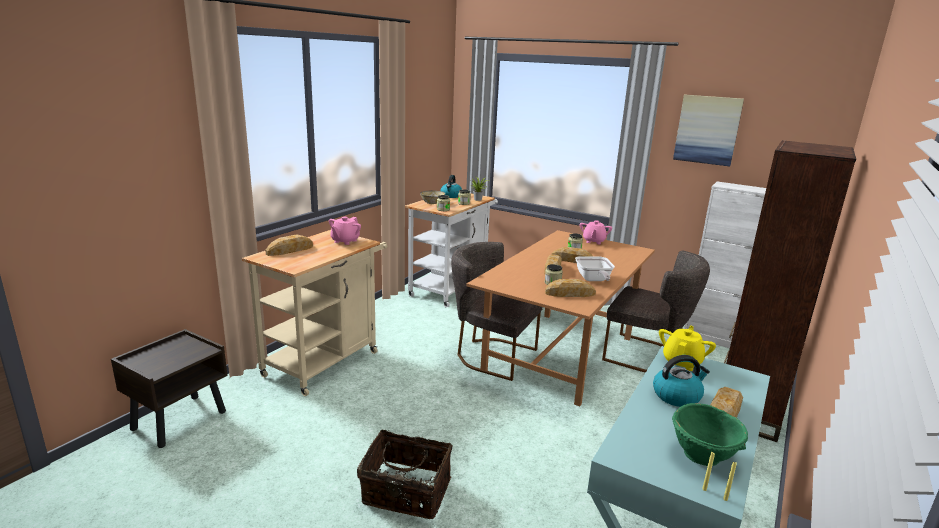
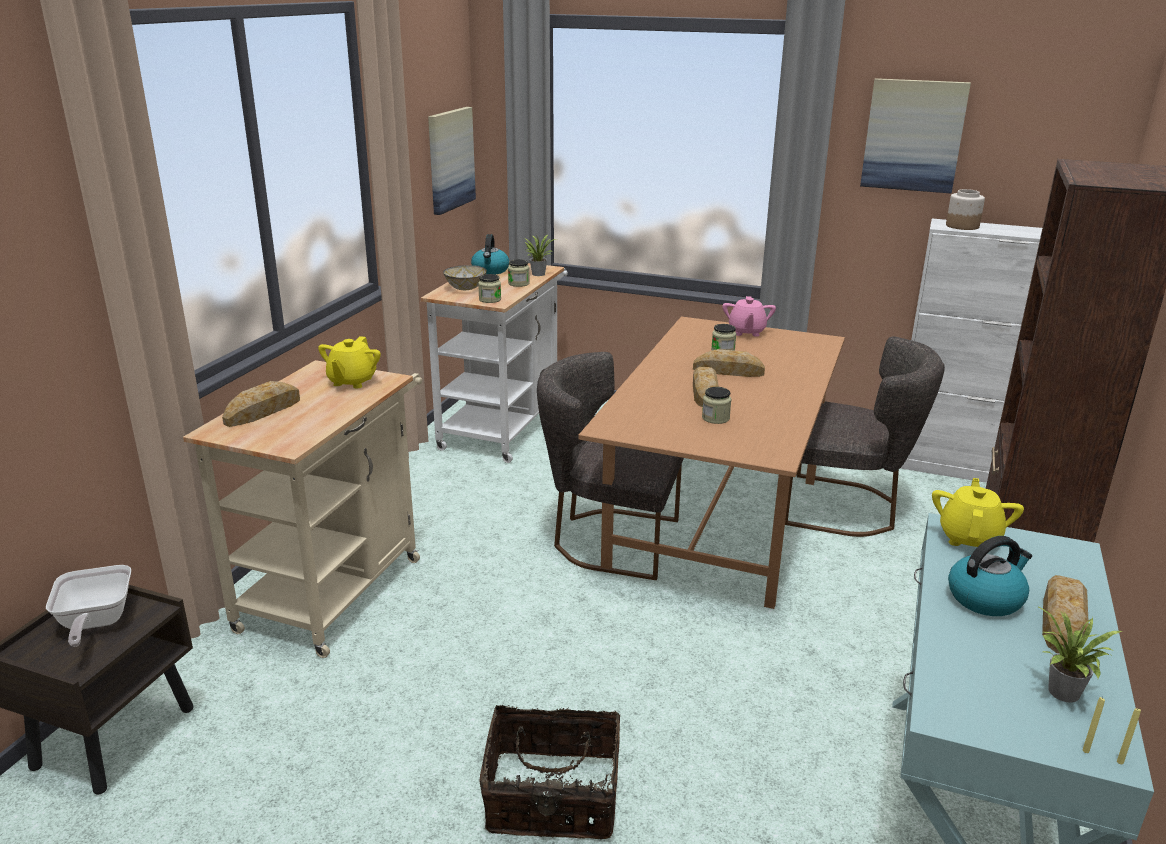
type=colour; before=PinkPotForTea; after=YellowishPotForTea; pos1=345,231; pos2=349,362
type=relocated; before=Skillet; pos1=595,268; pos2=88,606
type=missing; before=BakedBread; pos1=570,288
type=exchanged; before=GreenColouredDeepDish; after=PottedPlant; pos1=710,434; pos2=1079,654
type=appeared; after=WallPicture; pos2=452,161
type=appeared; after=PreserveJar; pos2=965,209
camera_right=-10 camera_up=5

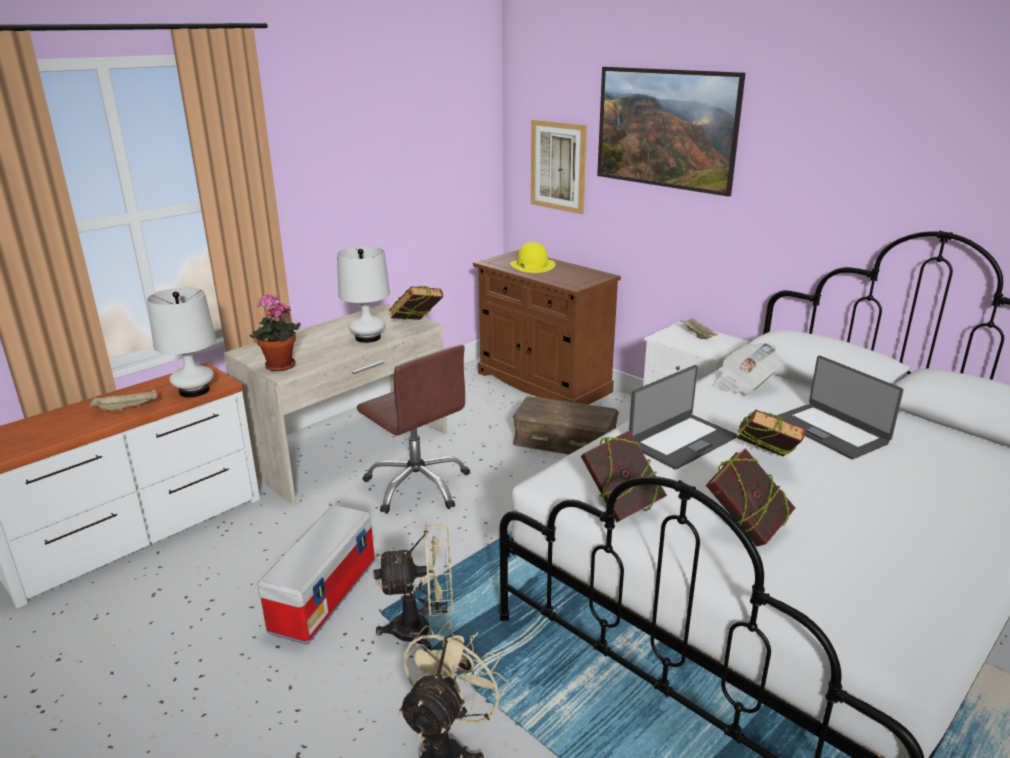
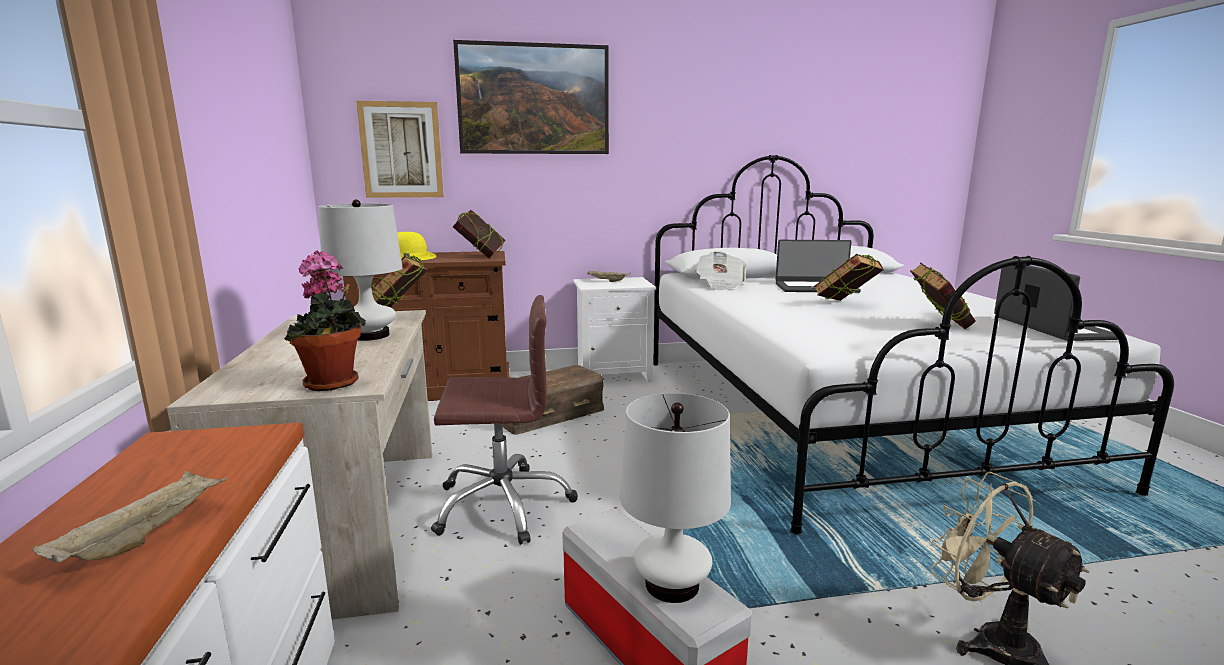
type=relocated; before=WhiteTableLamp; pos1=181,342; pos2=675,498
type=relocated; before=Laptop; pos1=683,417; pos2=1056,303
type=relocated; before=BoundBook; pos1=624,476; pos2=479,234
type=missing; before=SandColouredFan; pos1=413,588
camera_right=-55 camera_up=-10

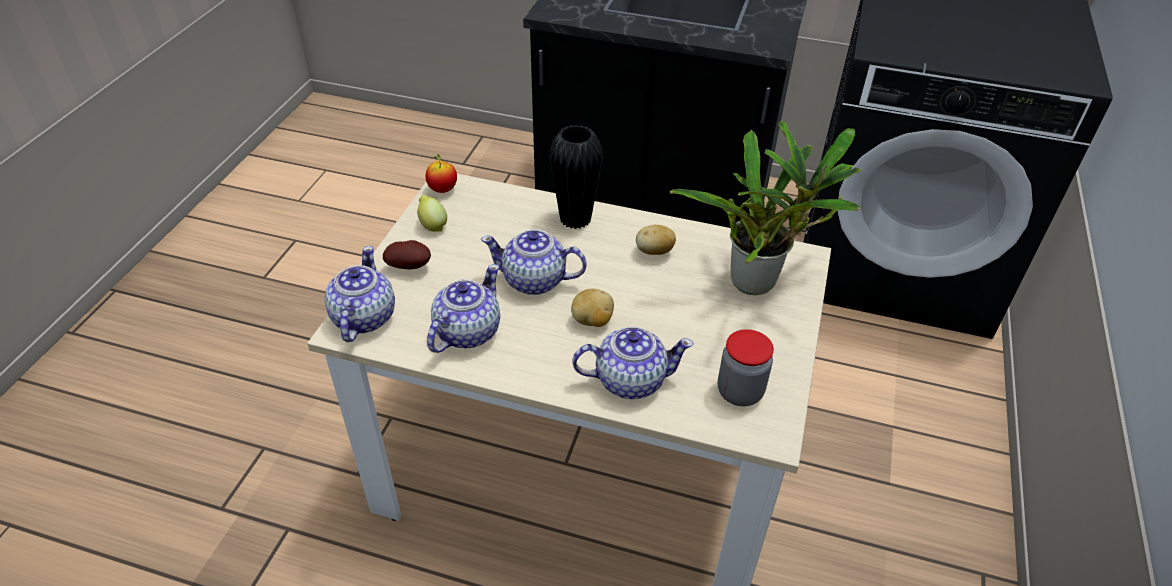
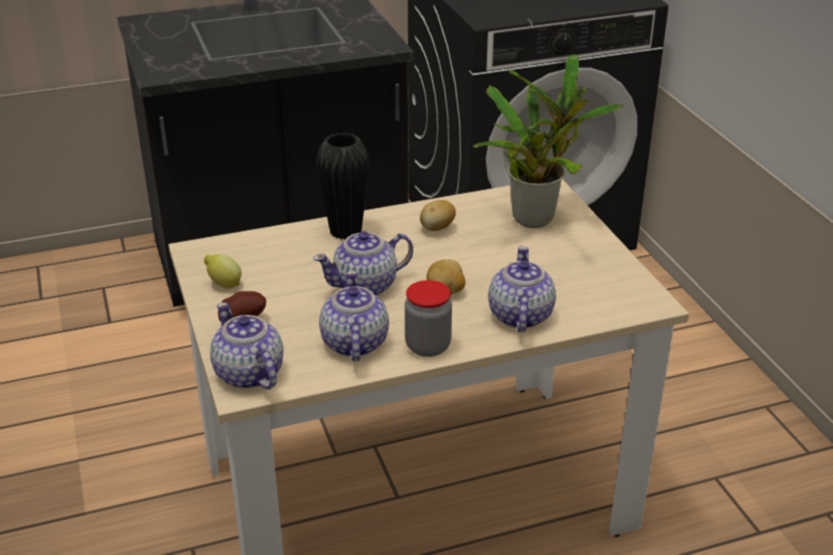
type=missing; before=WholeApple; pos1=441,173
type=spun; before=PotForTea; pos1=633,363; pos2=522,289; turn=-45
type=relocated; before=PreserveJar; pos1=746,367; pos2=428,318
camera_right=-35 camera_up=-10

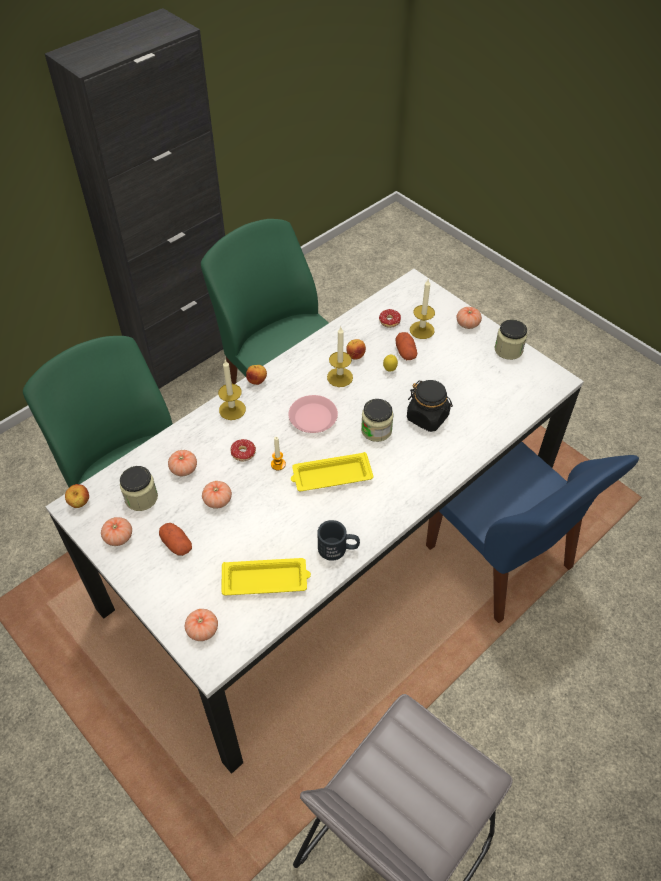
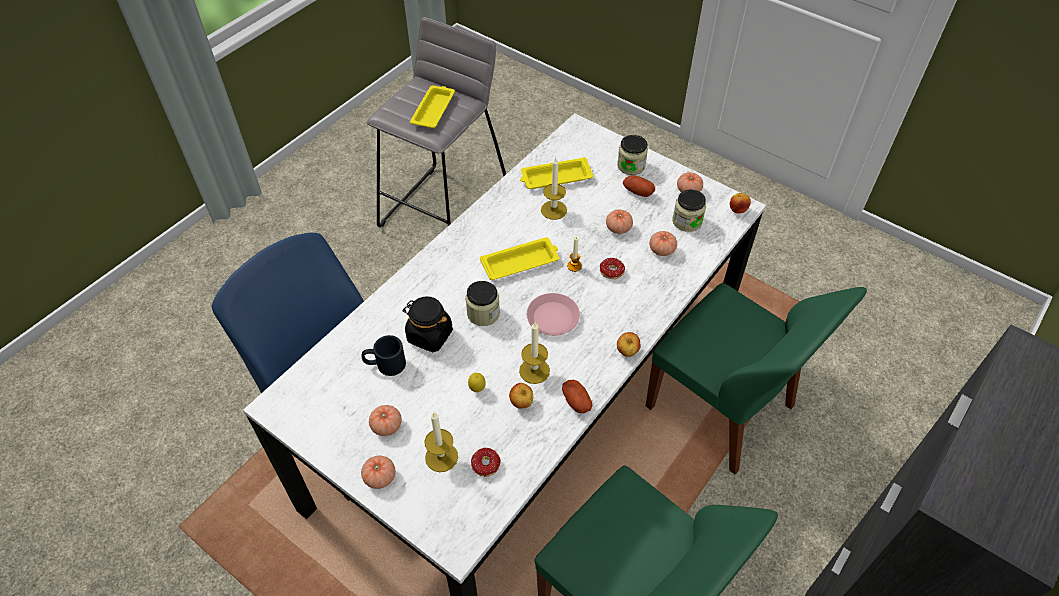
type=relocated; before=PreserveJar; pos1=511,340; pos2=632,155
type=relocated; before=WholePotato; pos1=406,346; pos2=577,396
type=relocated; before=WaxCandle; pos1=232,390; pos2=554,189
type=relocated; before=BlackishMug; pos1=338,540; pos2=383,355
type=relocated; before=WholeTomato; pos1=201,625; pos2=385,420
type=appeared; after=YellowishServingTray; pos2=432,106
camera_right=170 camera_up=0

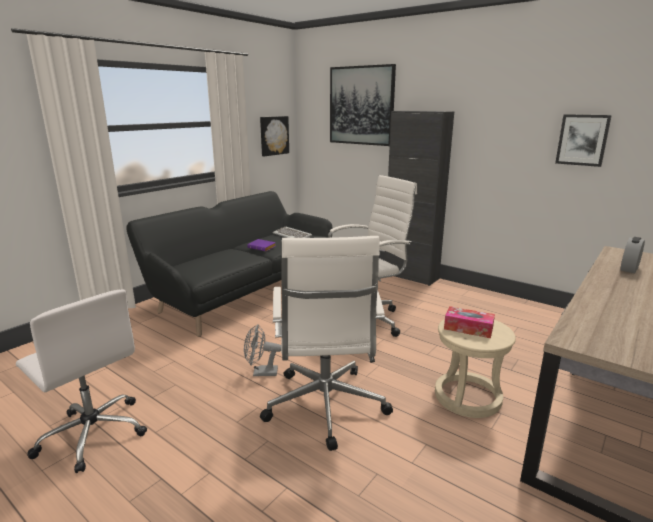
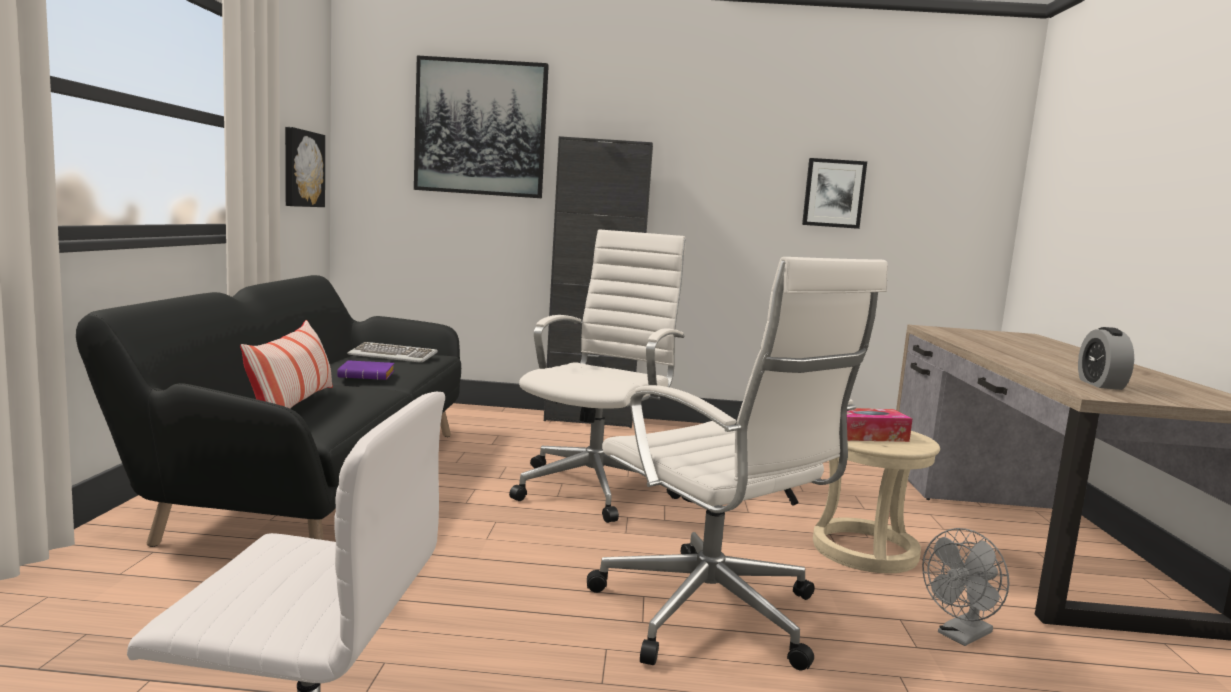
type=relocated; before=BedsideClock; pos1=632,255; pos2=1106,358
type=relocated; before=GreyFan; pos1=262,350; pos2=965,587
type=appeared; after=Pillow; pos2=286,364
camera_right=-35 camera_up=-10

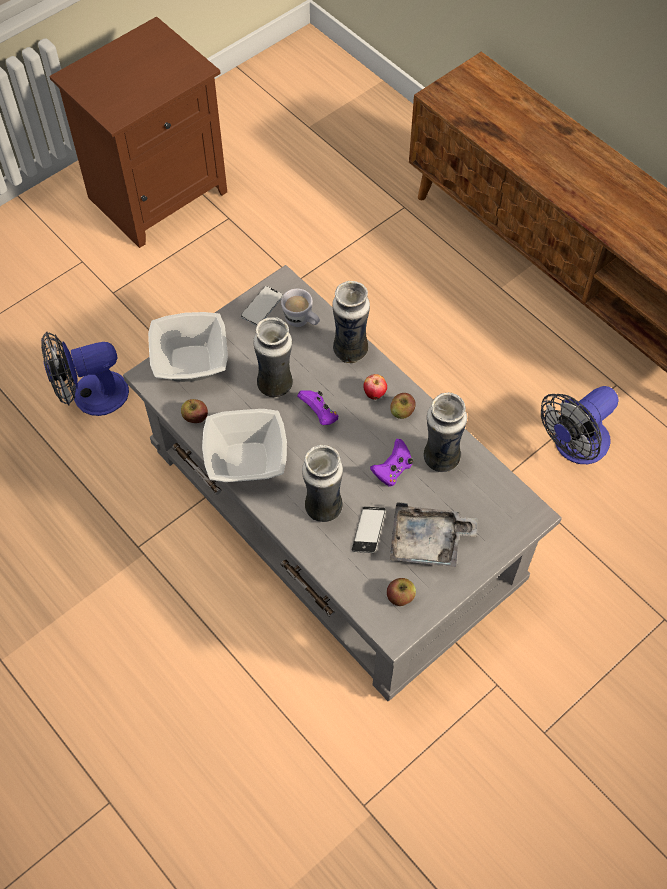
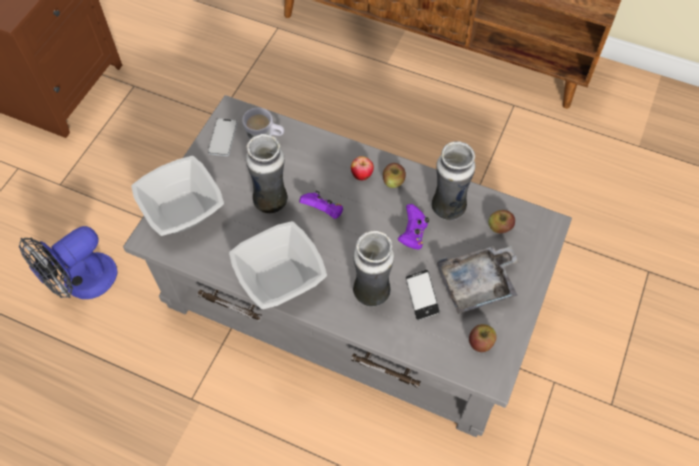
type=missing; before=FlowerVase; pos1=351,322
type=missing; before=Fan; pos1=580,425
type=relocated; before=WholeApple; pos1=194,411; pos2=502,221
camera_right=-25 camera_up=0

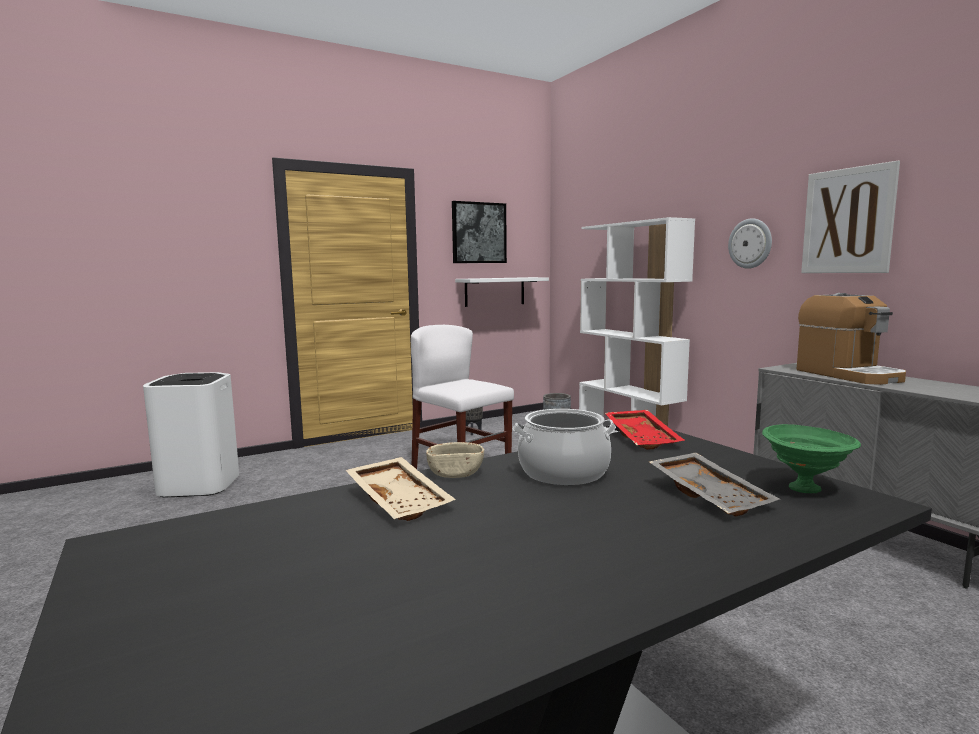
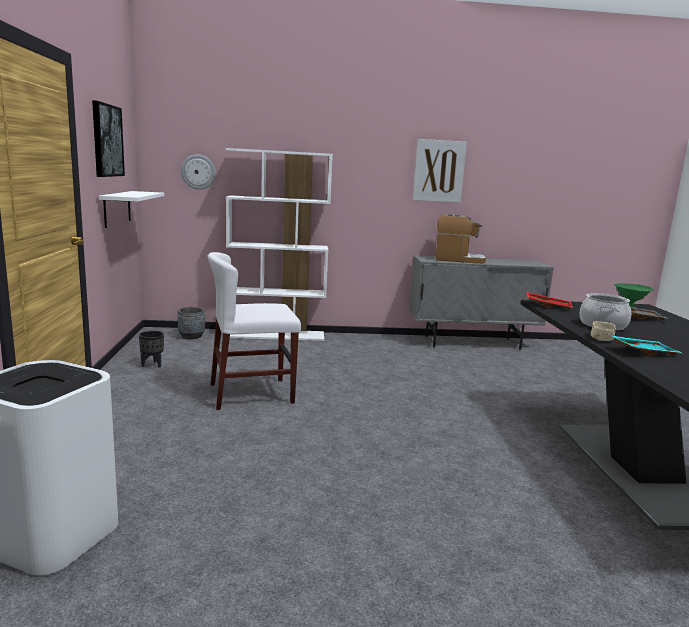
type=relocated; before=ClockOnTheWall; pos1=750,243; pos2=198,172
type=colour; before=SandColouredServingTray; after=TurquoiseColouredServingTray; pos1=400,489; pos2=646,345
camera_right=-65 camera_up=5

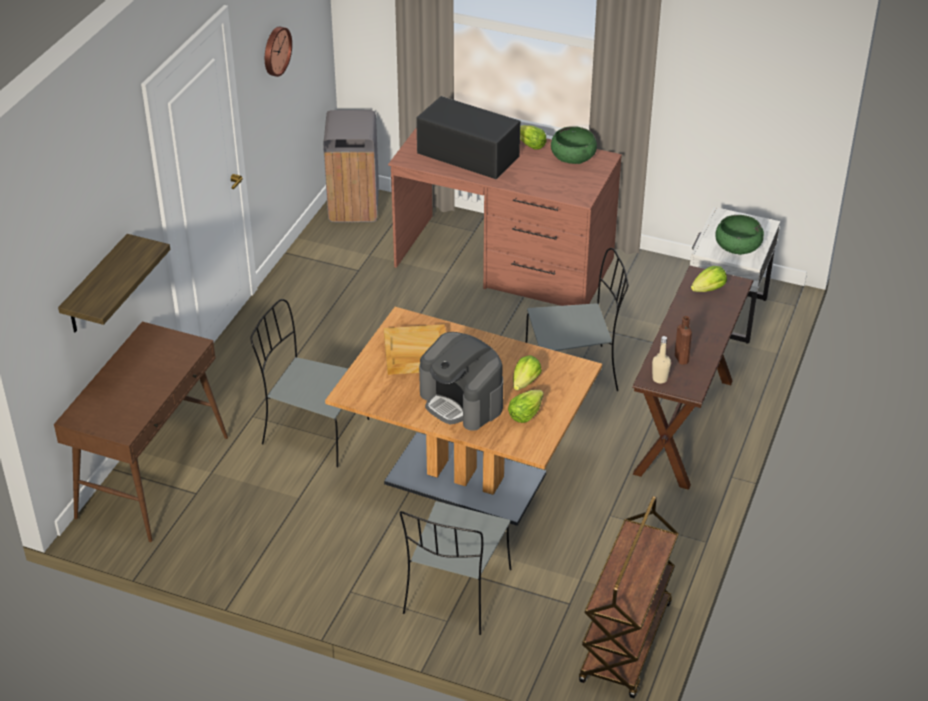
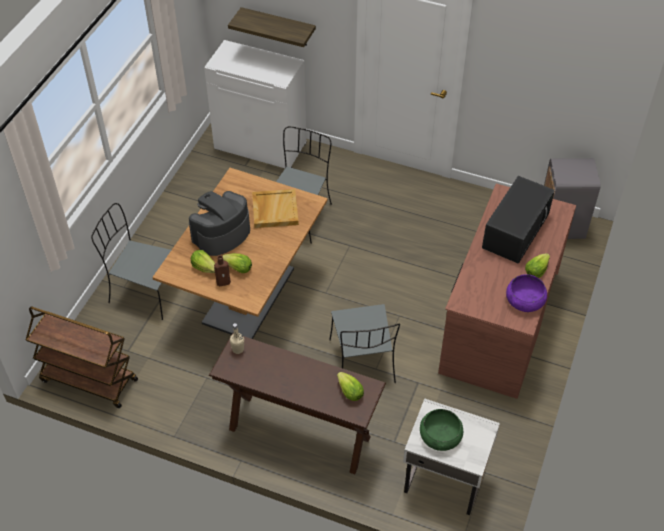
type=missing; before=ClockOnTheWall; pos1=278,52
type=colour; before=GreenColouredDeepDish; after=PurpleDeepDish; pos1=574,145; pos2=526,293
type=relocated; before=BrownColouredDrinkBottle; pos1=683,340; pos2=222,270
type=exchanged; before=BrownColouredHallTable; after=WhiteCabinet; pos1=141,432; pos2=255,104
camera_right=90 camera_up=10

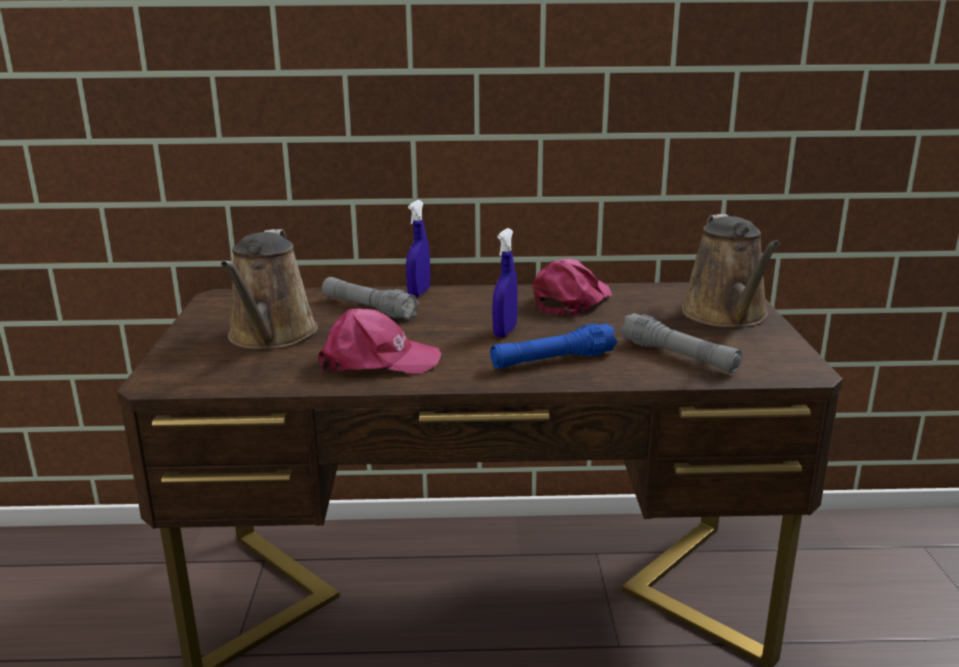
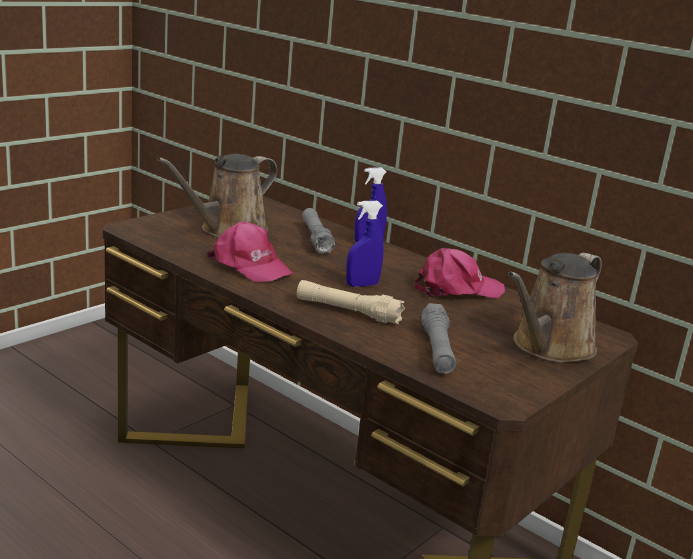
type=colour; before=BlueColouredTorch; after=SandColouredTorch; pos1=553,346; pos2=351,302
camera_right=40 camera_up=0

